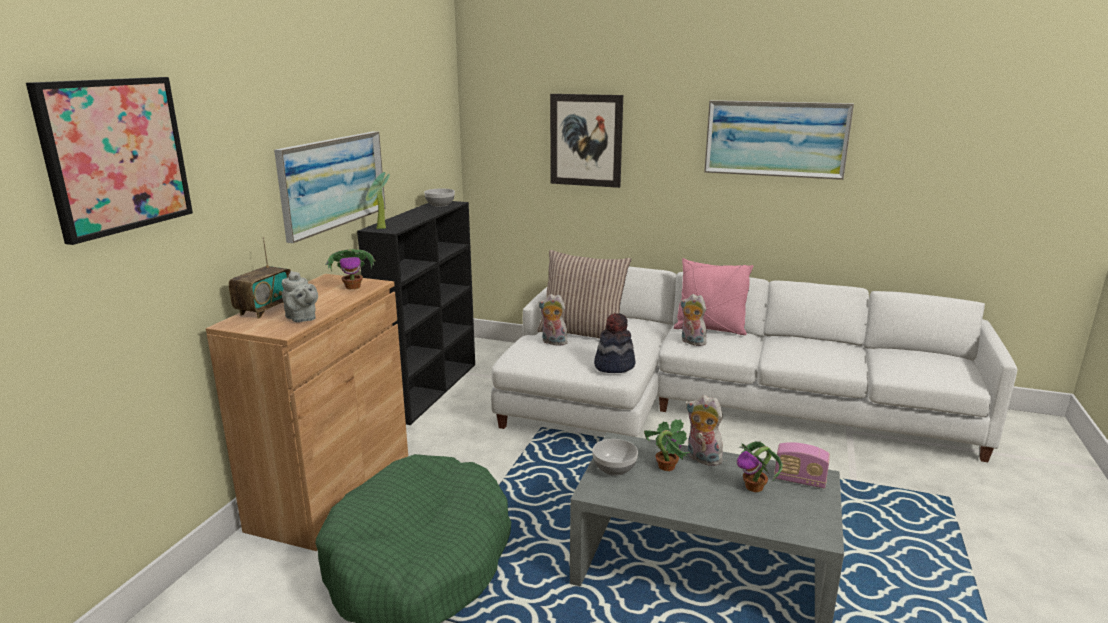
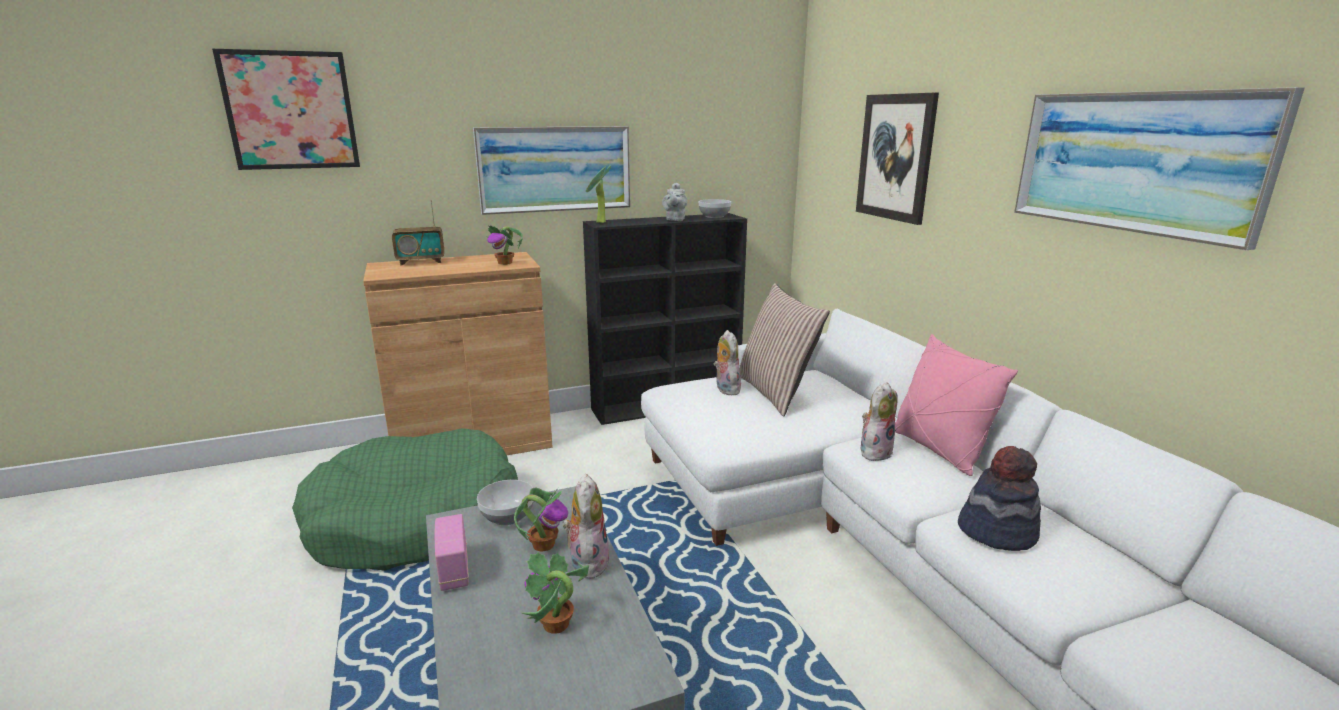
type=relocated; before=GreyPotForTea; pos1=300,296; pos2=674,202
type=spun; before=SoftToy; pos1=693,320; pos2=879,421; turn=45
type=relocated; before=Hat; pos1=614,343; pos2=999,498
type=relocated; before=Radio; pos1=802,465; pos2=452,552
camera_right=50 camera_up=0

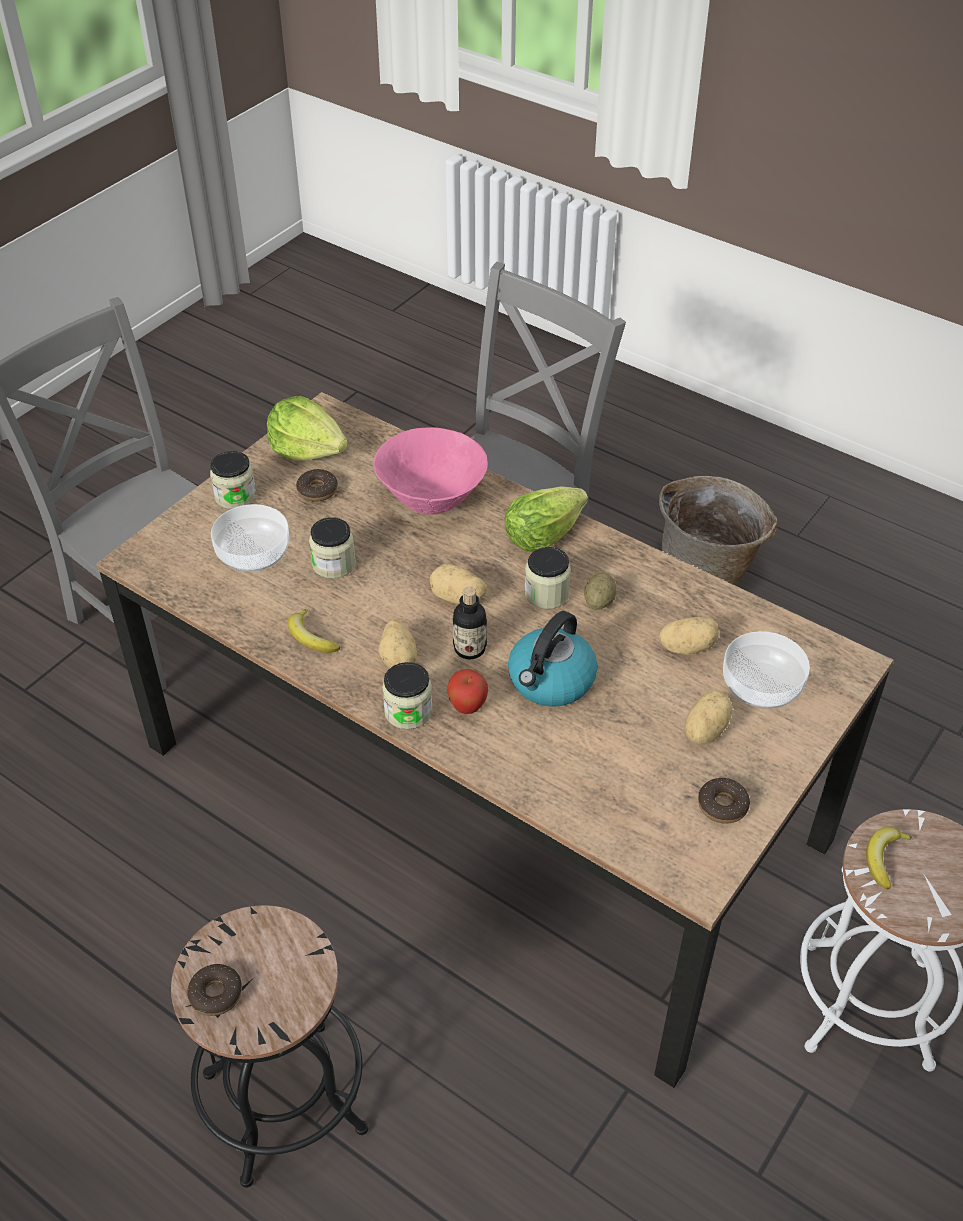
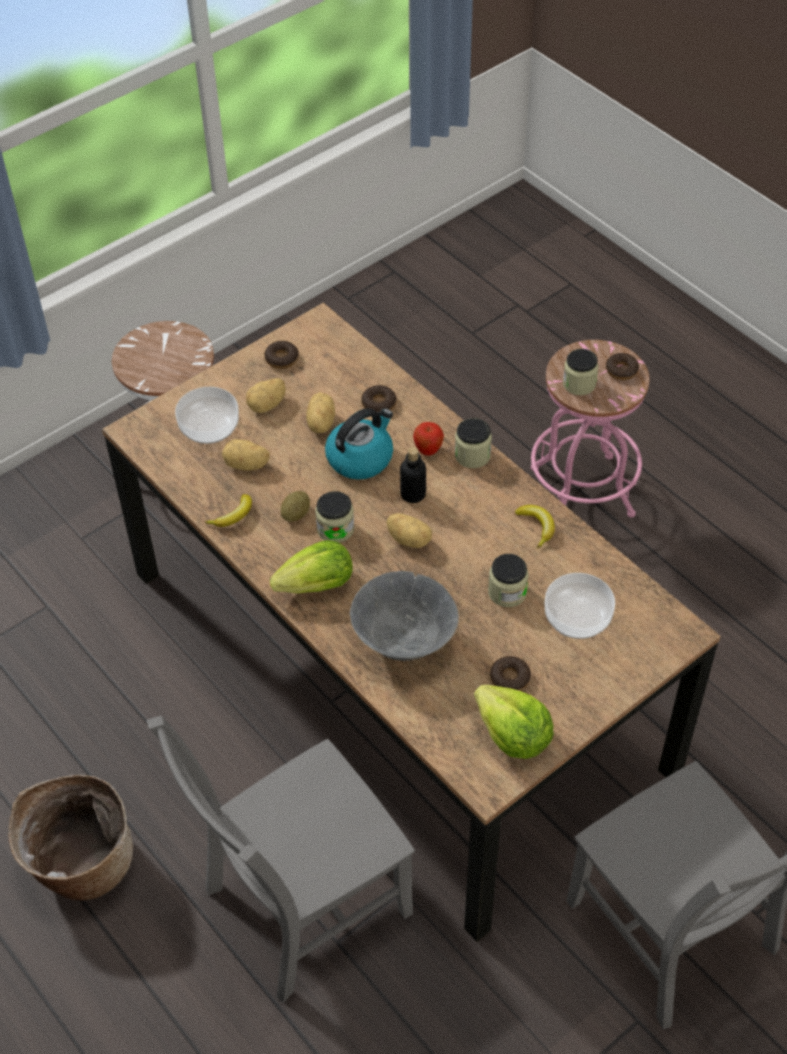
type=colour; before=PinkDeepDish; after=GreyDeepDish; pos1=430,471; pos2=404,616
type=relocated; before=PreserveJar; pos1=233,480; pos2=580,372
type=relocated; before=WholePotato; pos1=398,644; pos2=320,412
type=relocated; before=WholeBanana; pos1=889,857; pos2=228,510
type=colour; before=BlackishSittingStool; after=PinkSittingStool; pos1=269,1046; pos2=590,428
type=appeared; after=RingDoughnut; pos2=378,398
camera_right=-165 camera_up=5

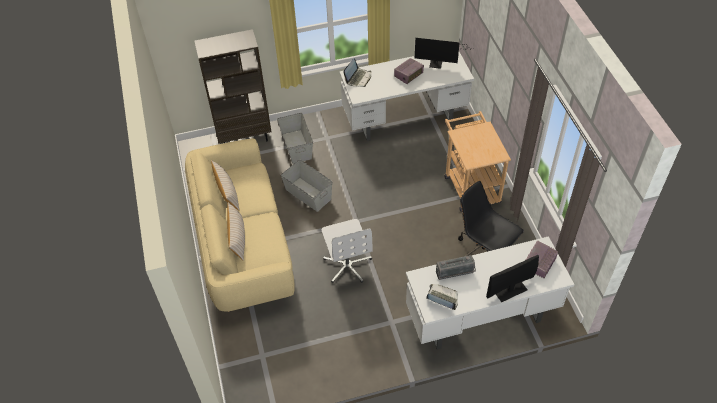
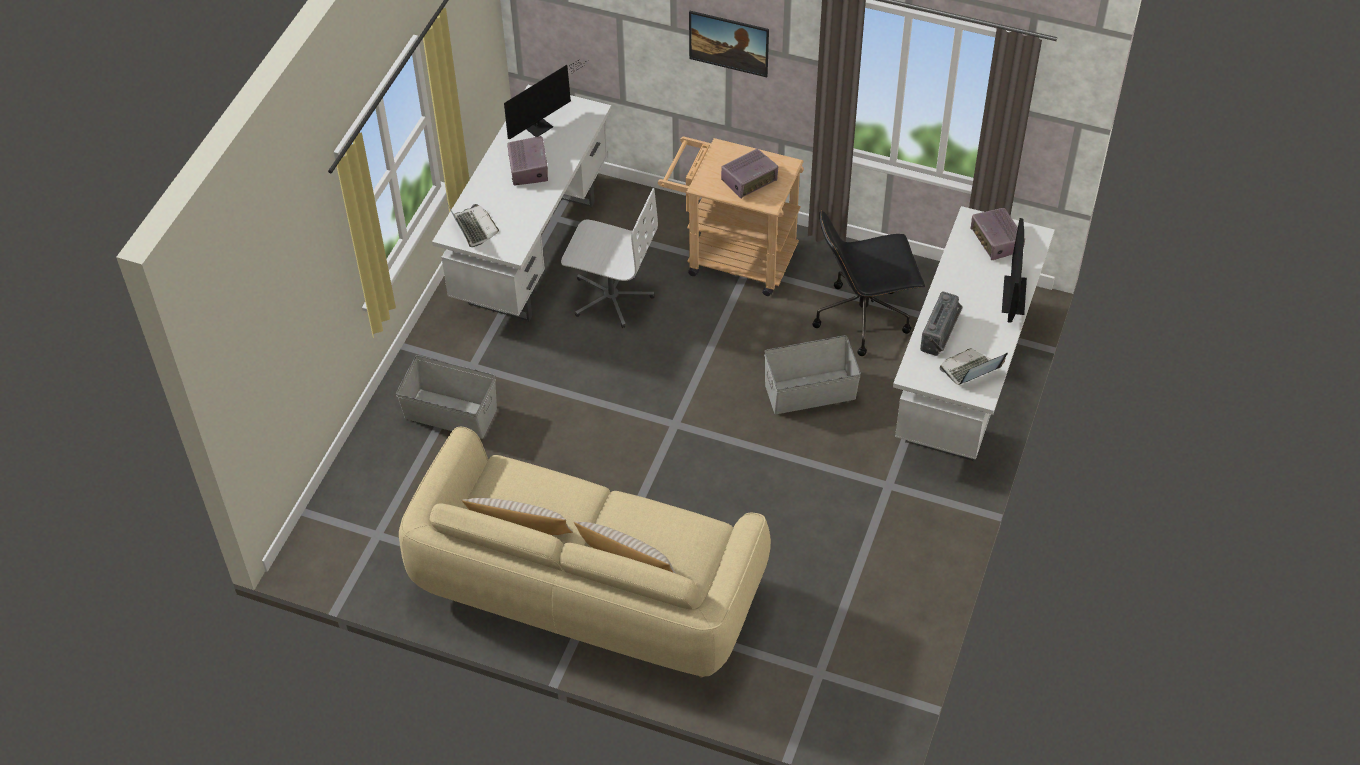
type=missing; before=BrownColouredShelvingUnit; pos1=233,86
type=relocated; before=GreyStorageBin; pos1=307,186; pos2=812,374
type=relocated; before=WhiteDeskChair; pos1=347,251; pos2=609,258
type=appeared; after=WallPicture; pos2=729,44
type=appeared; after=Radio; pos2=749,174
camera_right=-55 camera_up=0

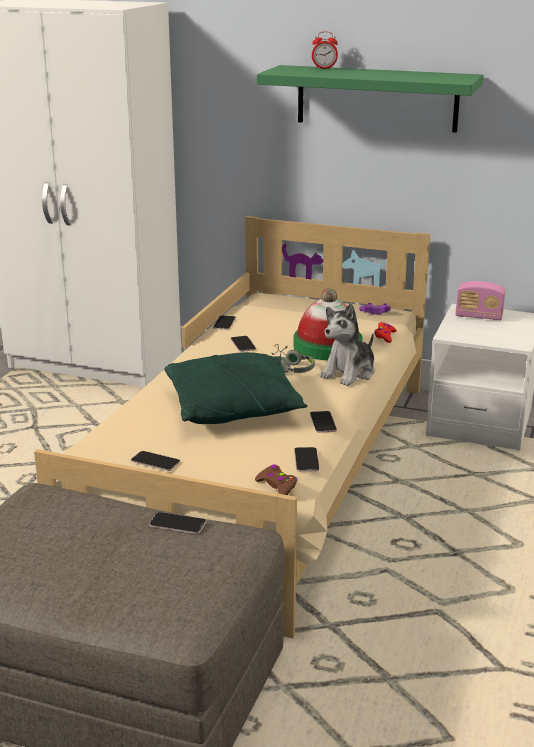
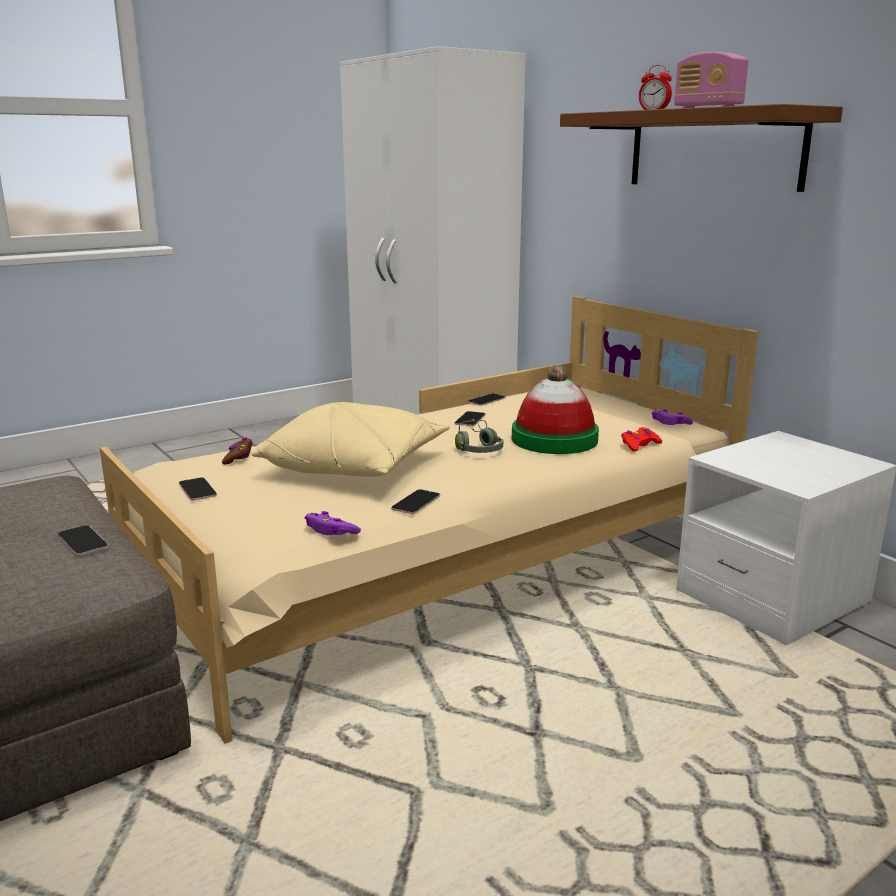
type=colour; before=GreenColouredWallShelf; after=BrownColouredWallShelf; pos1=370,99; pos2=701,148
type=relocated; before=Radio; pos1=480,300; pos2=711,80
type=missing; before=SoftToy; pos1=347,344
type=colour; before=GreenColouredPillow; after=SandColouredPillow; pos1=235,388; pos2=351,439
type=exchanged; before=Phone; after=PurpleGameController; pos1=306,459; pos2=333,523
type=relocated; before=BrownColouredGameController; pos1=276,480; pos2=237,451
camera_right=35 camera_up=-5

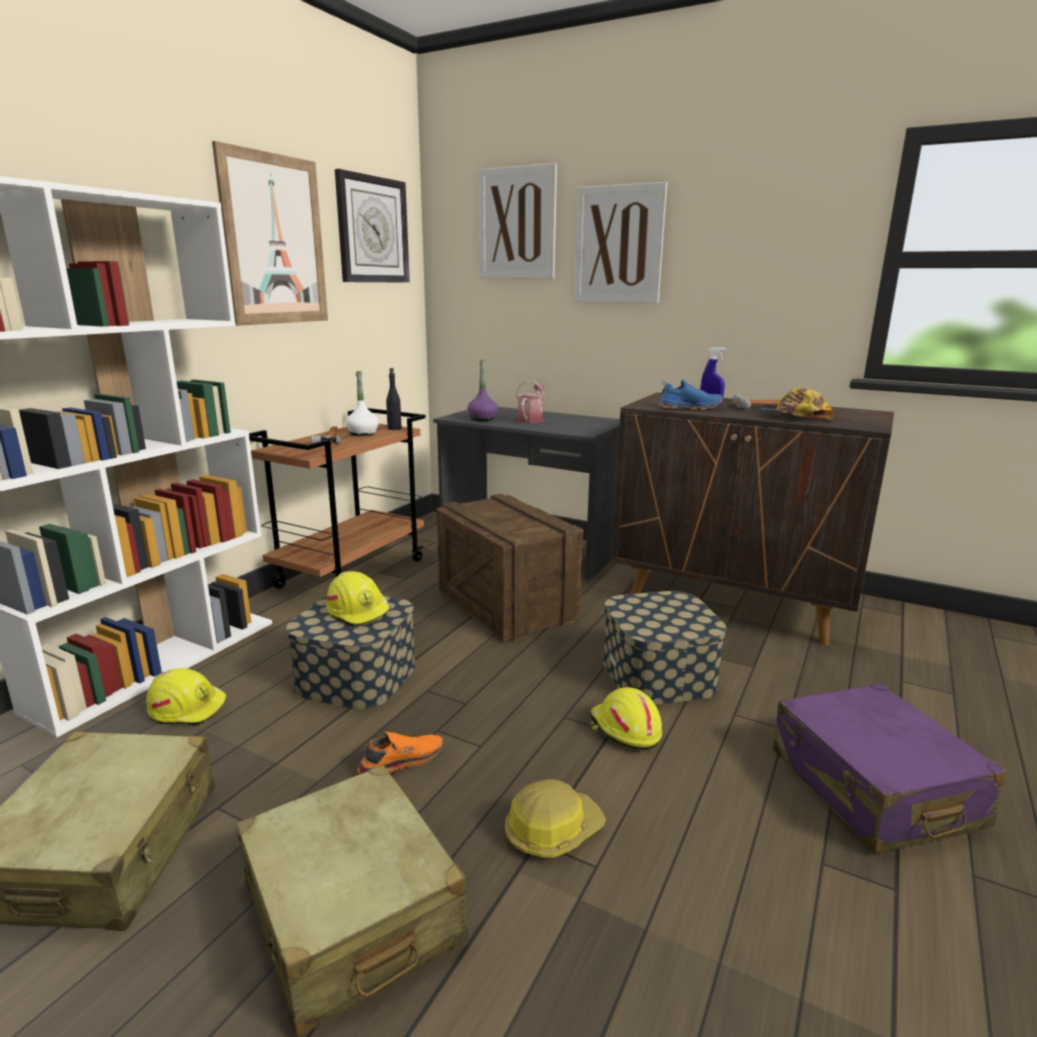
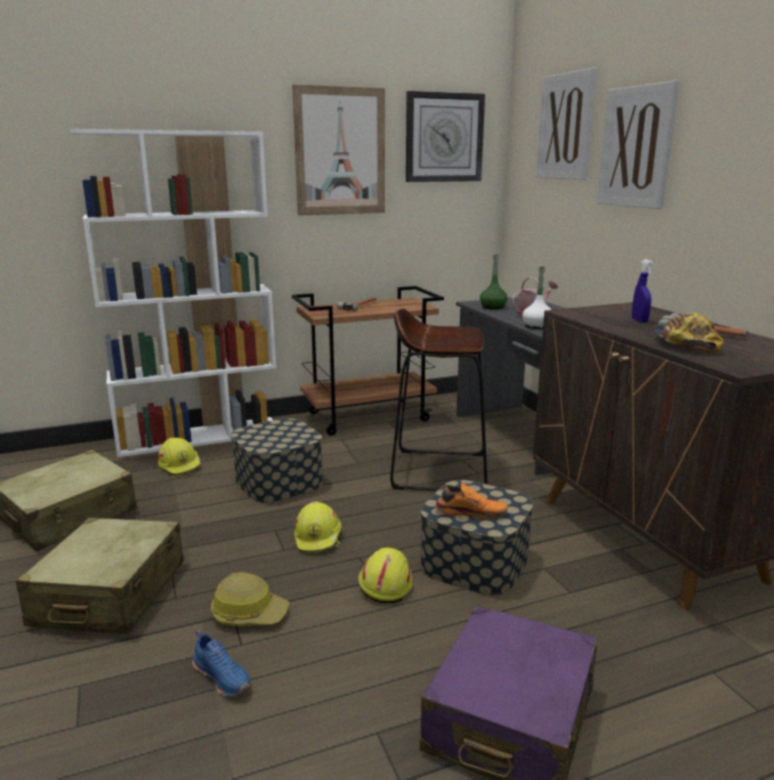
type=colour; before=PurpleDrinkBottle; after=GreenColouredDrinkBottle; pos1=482,390; pos2=494,282
type=missing; before=BlackishDrinkBottle; pos1=394,399
type=relocated; before=WhiteDrinkBottle; pos1=362,403; pos2=537,298
type=relocated; before=BlueColouredLowShoe; pos1=690,395; pos2=221,663
type=exchanged; before=ShippingCrate; after=BrownColouredSittingStool; pos1=510,567; pos2=439,400
type=relocated; before=YellowishWorkHelmet; pos1=358,599; pos2=318,527
type=relocated; before=OrangeLowShoe; pos1=400,753; pos2=471,501
camera_right=40 camera_up=0

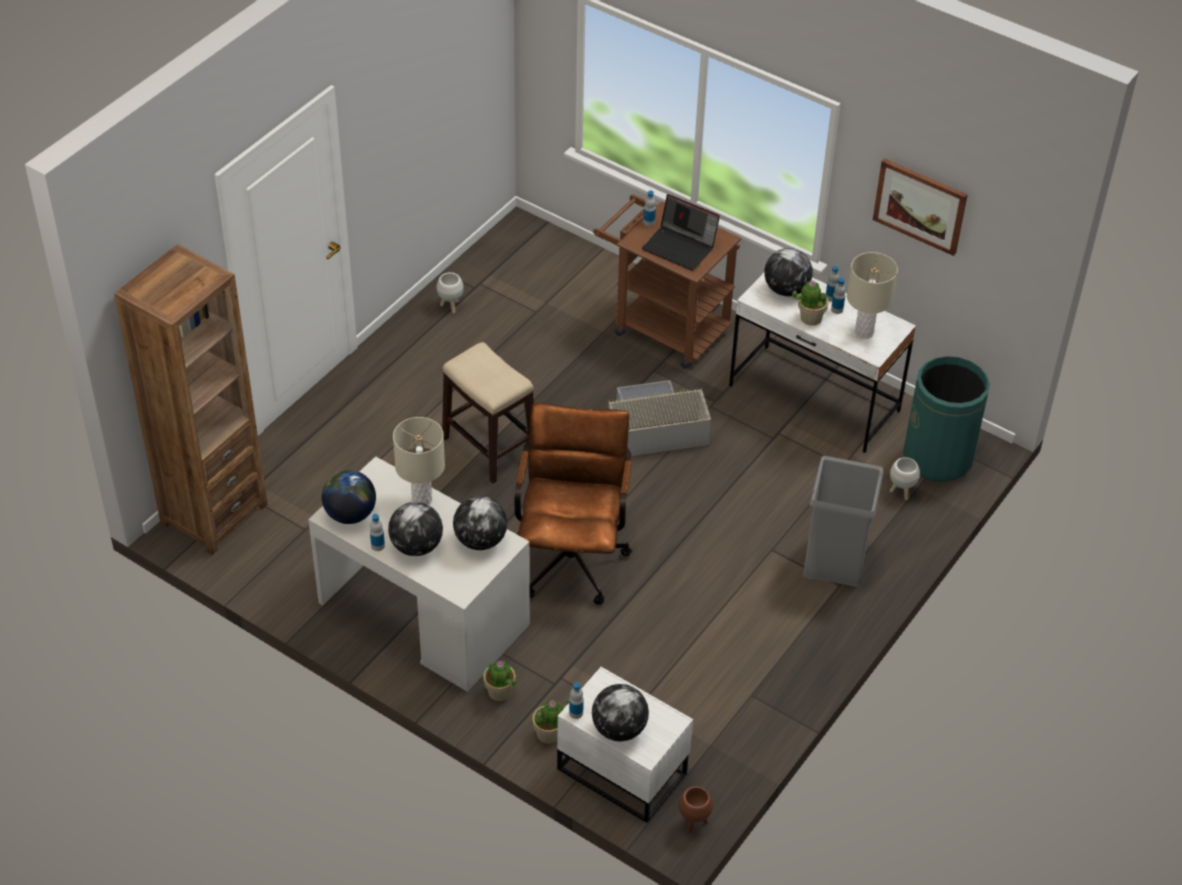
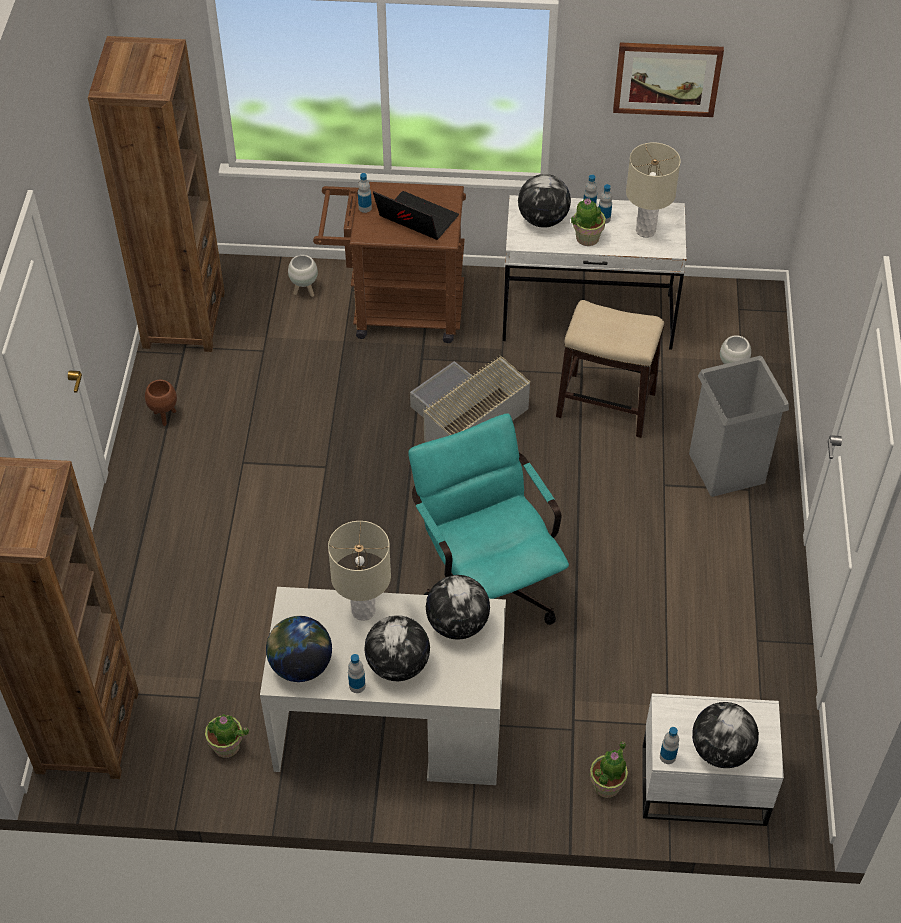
type=spun; before=Laptop; pos1=681,232; pos2=416,215; turn=-150
type=relocated; before=WhitePlantPot; pos1=450,292; pos2=303,276
type=relocated; before=SittingStool; pos1=488,412; pos2=610,369
type=missing; before=GreenColouredWasteBin; pos1=946,419
type=colour; before=BrownColouredDeskChair; after=TurquoiseColouredDeskChair; pos1=573,504; pos2=488,519
type=relocated; before=PottedPlant; pos1=499,680; pos2=227,735
type=relocated; before=BrownColouredPlantPot; pos1=696,809; pos2=161,403
type=appeared; after=BrownColouredShelvingUnit; pos2=156,194
camera_right=-30 camera_up=5

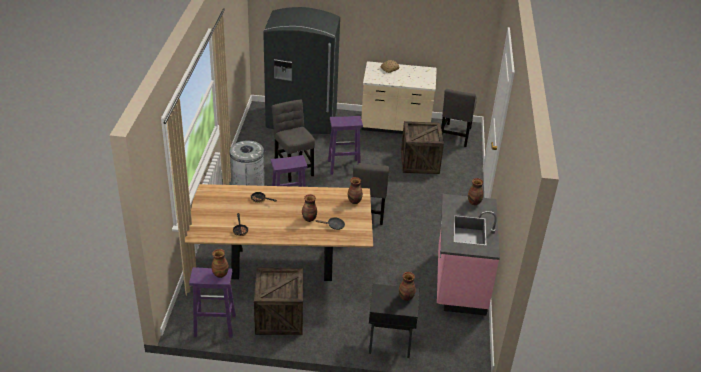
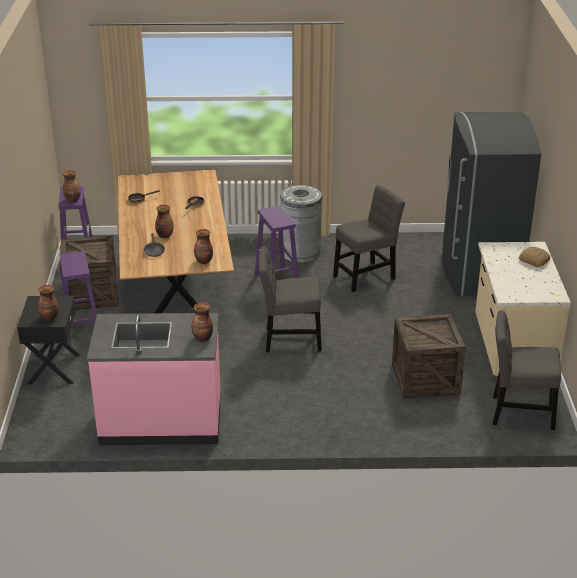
type=relocated; before=PurpleSittingStool; pos1=345,145; pos2=78,298
camera_right=85 camera_up=-5

